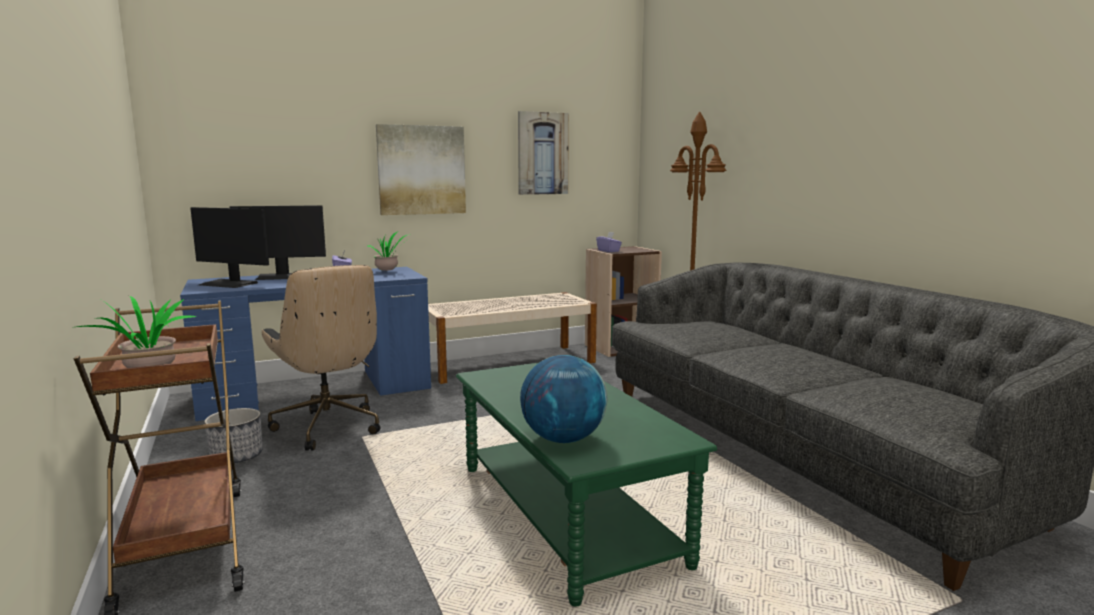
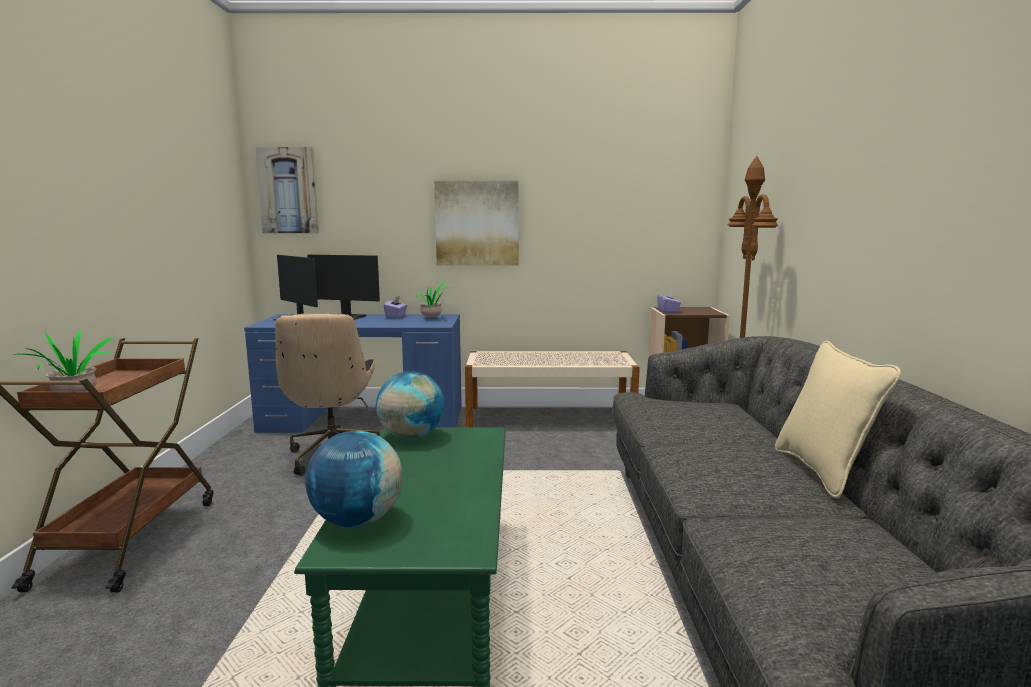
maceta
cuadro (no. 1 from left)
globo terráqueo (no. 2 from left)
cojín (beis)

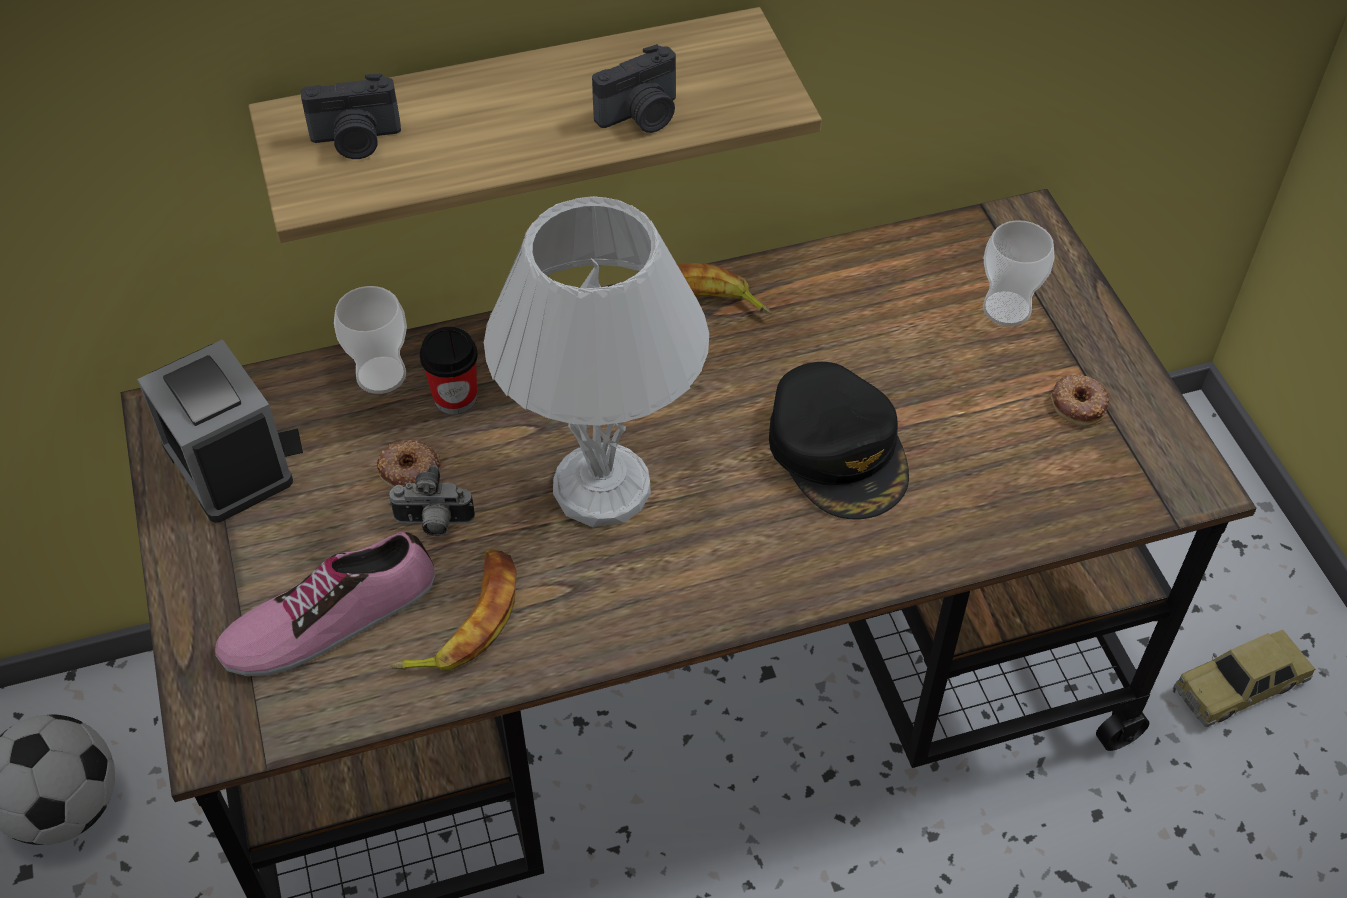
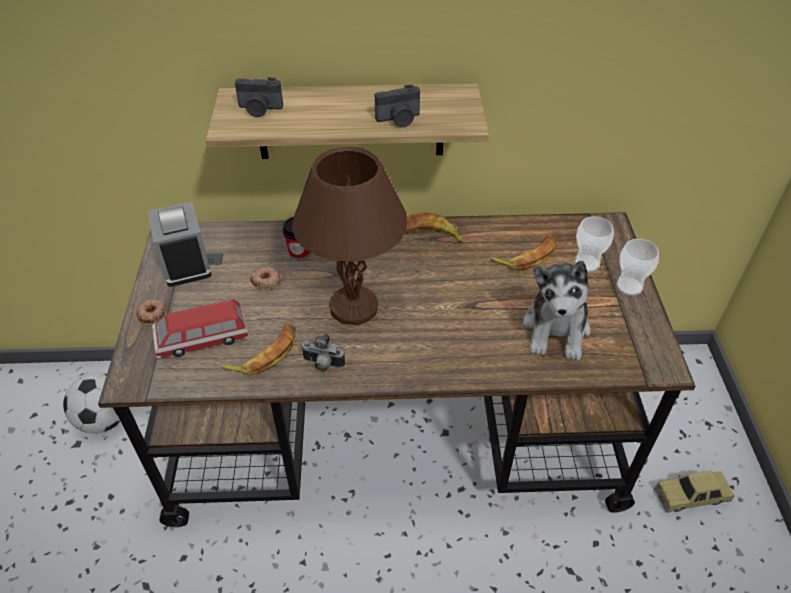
coche de juguete (no. 1 from left)
taza (no. 3 from left)
cámara (no. 2 from left)
lámpara de mesa (marrón)
gorra (negro)
rosquilla (no. 1 from left)
plátano (no. 3 from left)
peluche

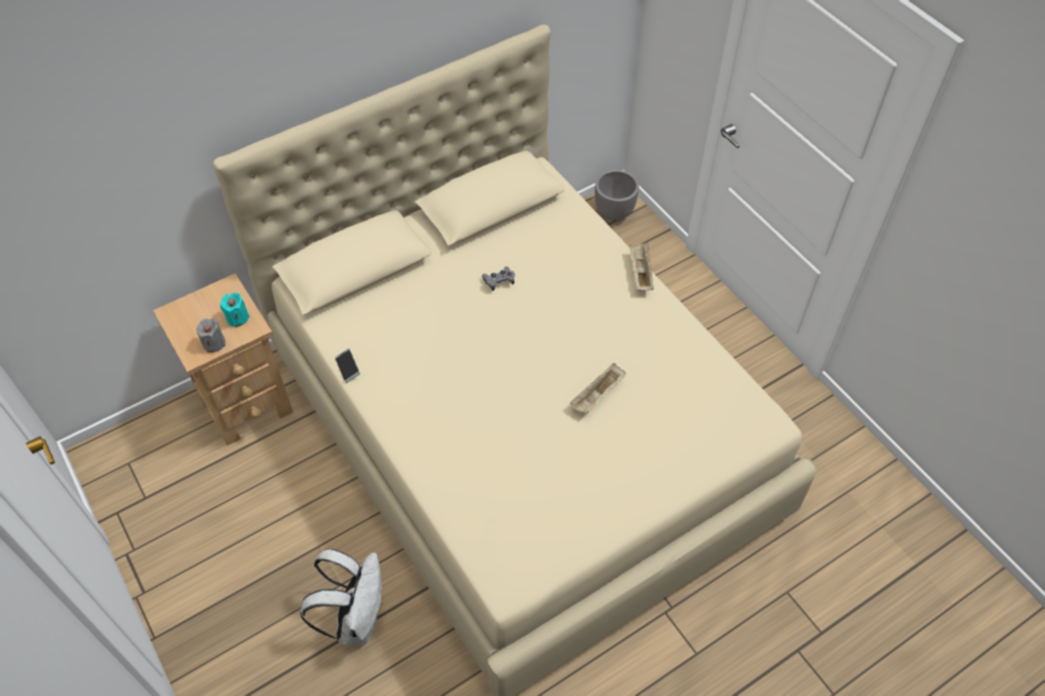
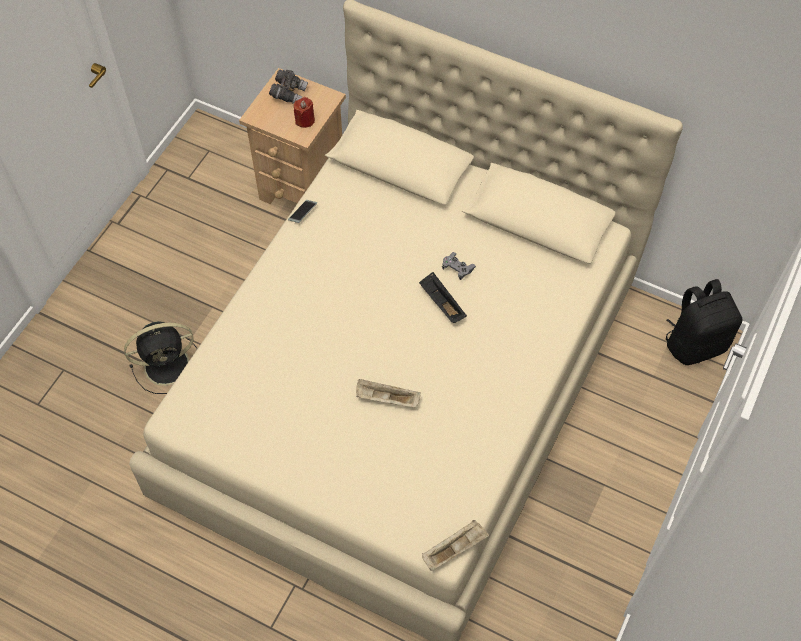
vela (gris)
vela (rojo)
ventilador (negro)
mochila (negro)
bandeja (beis) (no. 2 from left)
prismáticos (gris)
bandeja (negro)

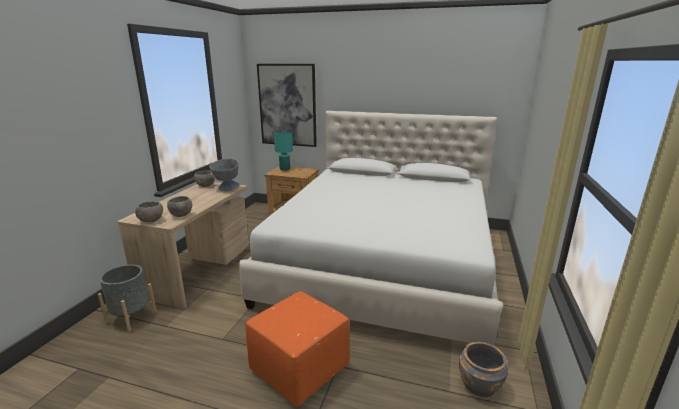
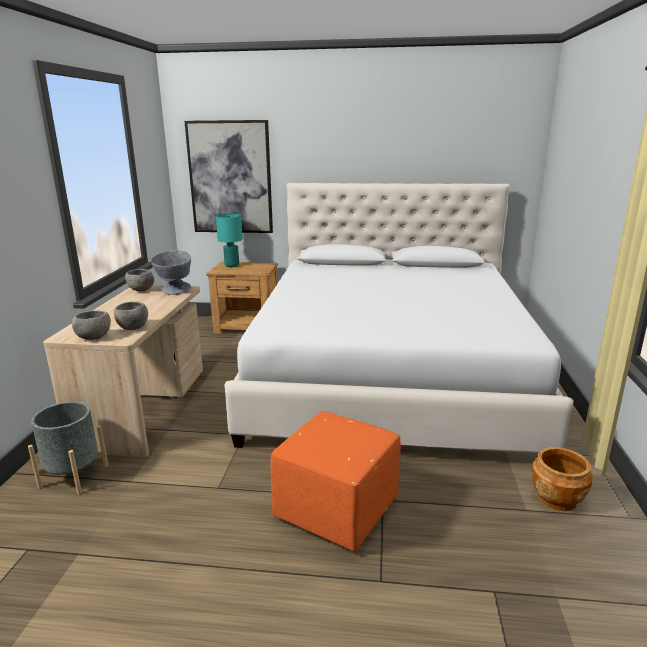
maceta (marrón)

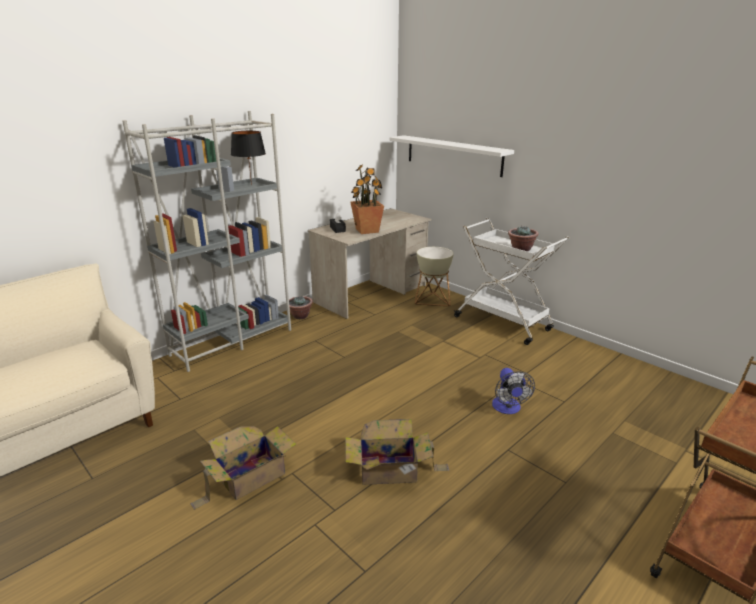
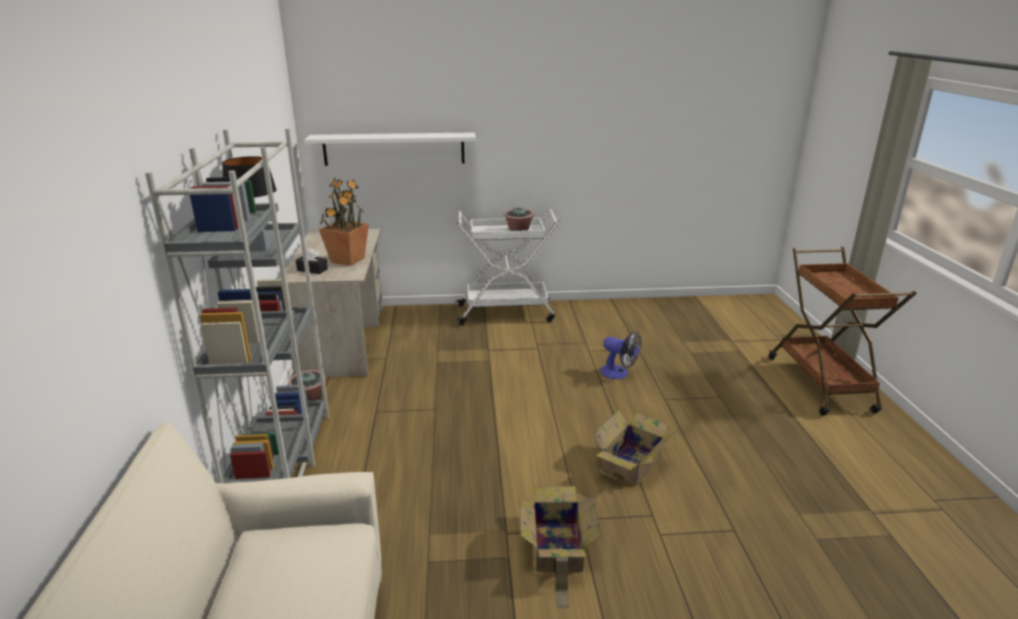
maceta

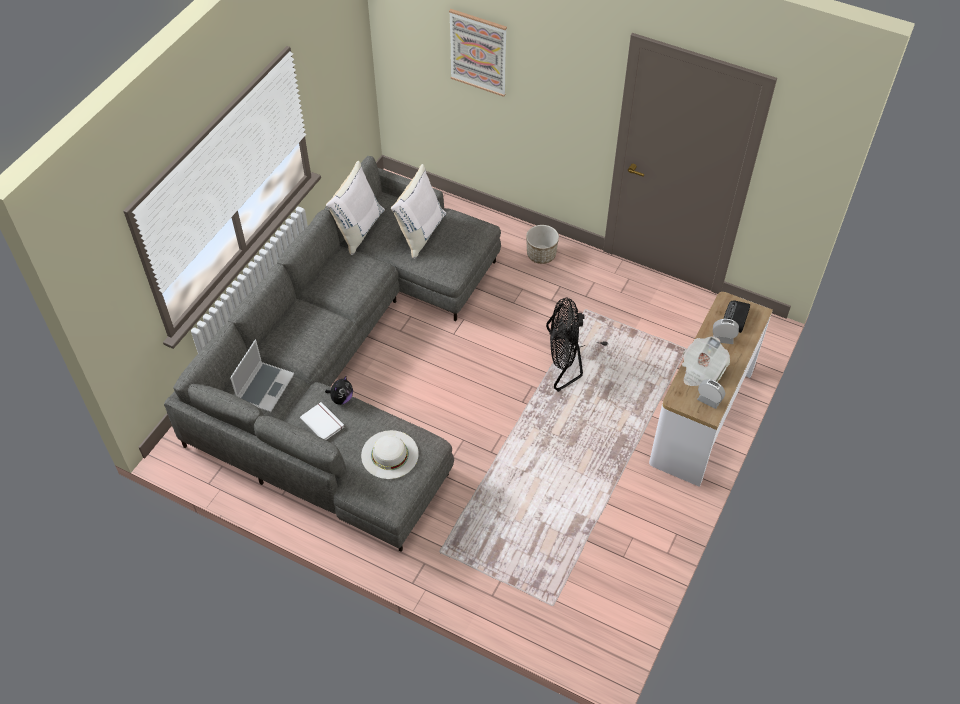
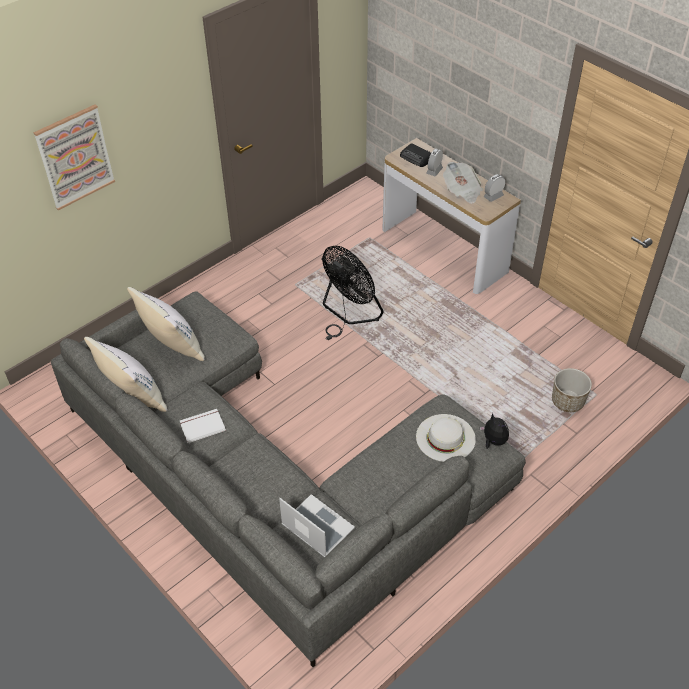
libro (blanco)
peluche
maceta
ventilador (negro)

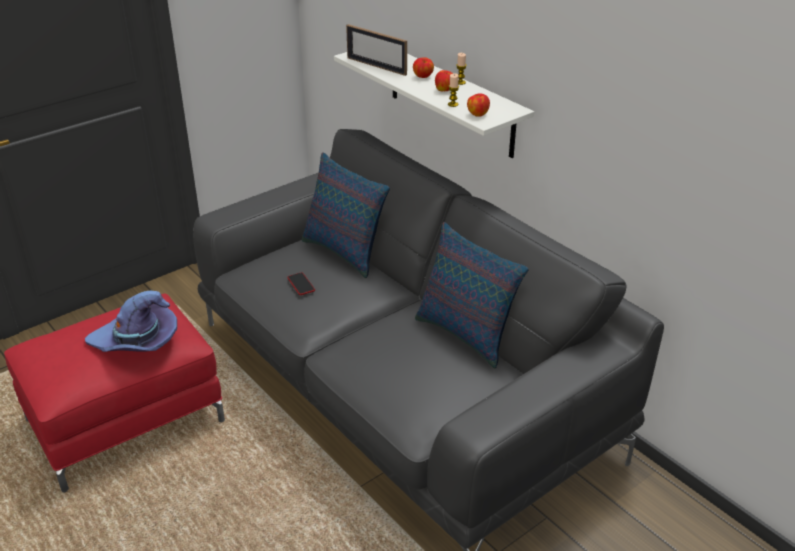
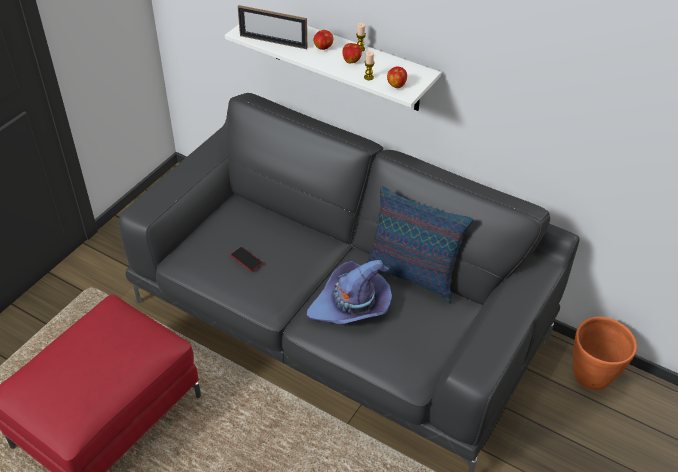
sombrero (morado)
cojín (azul) (no. 1 from left in the first image)
maceta (naranja)

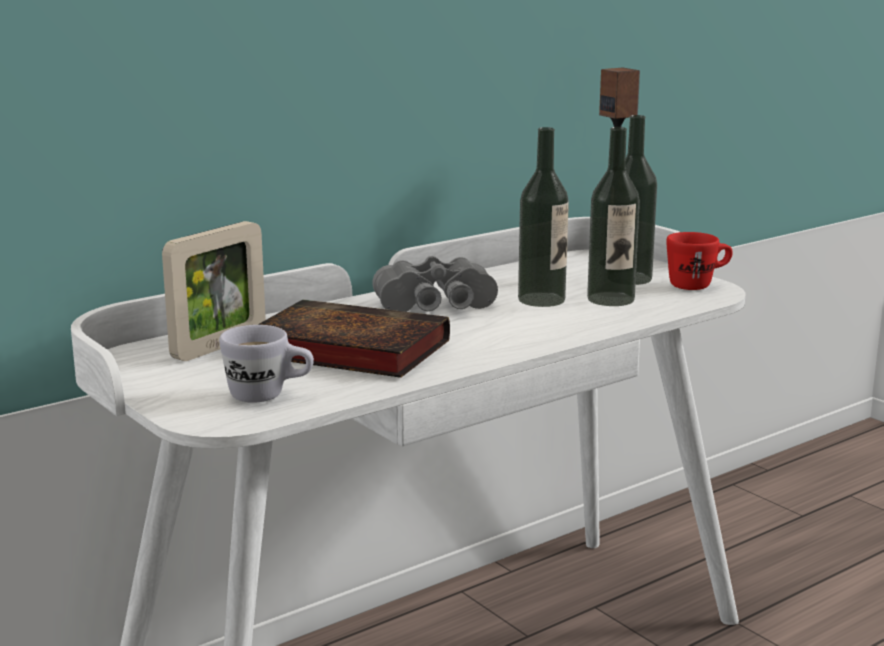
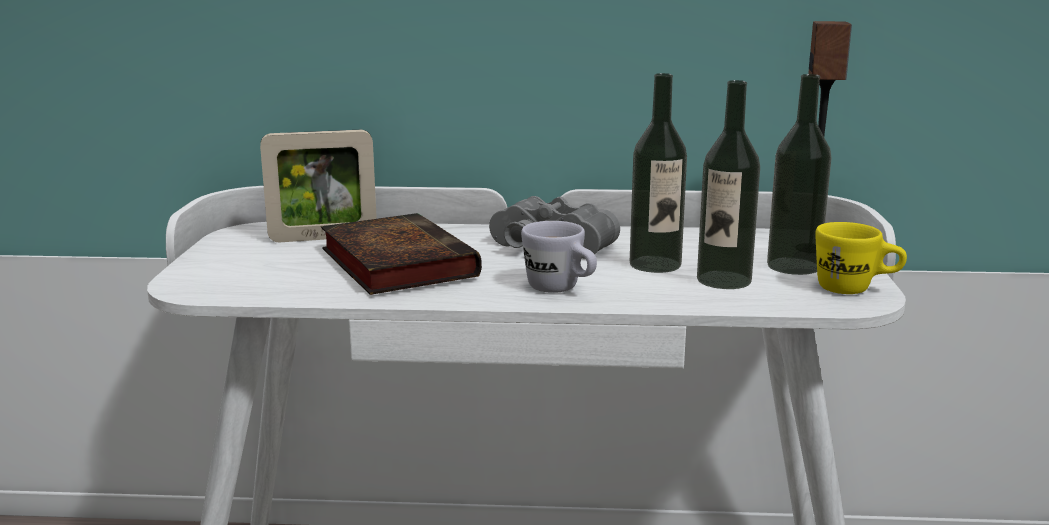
taza grande (blanco)
taza grande (amarillo)

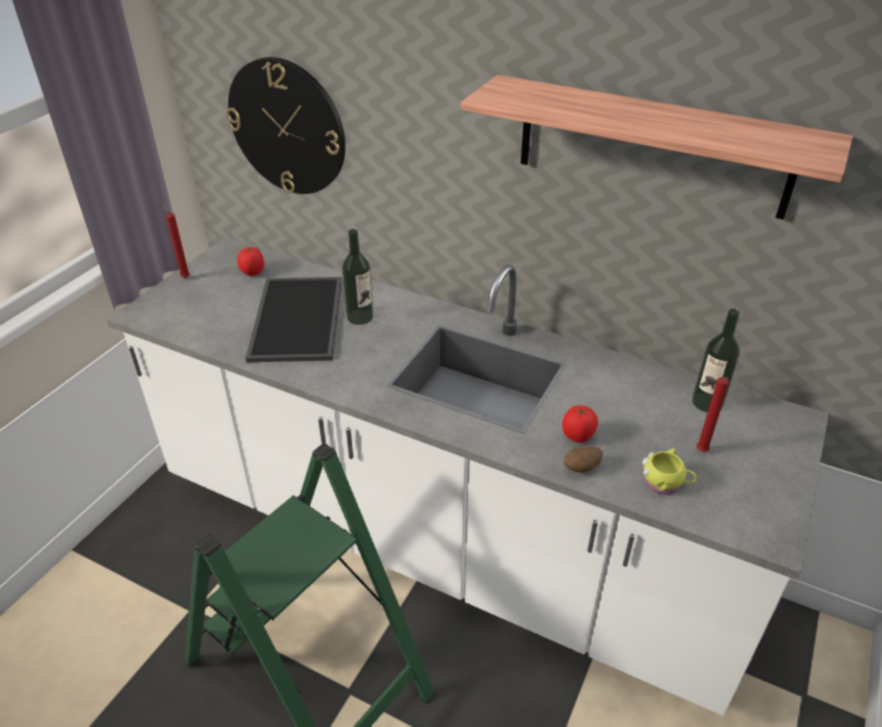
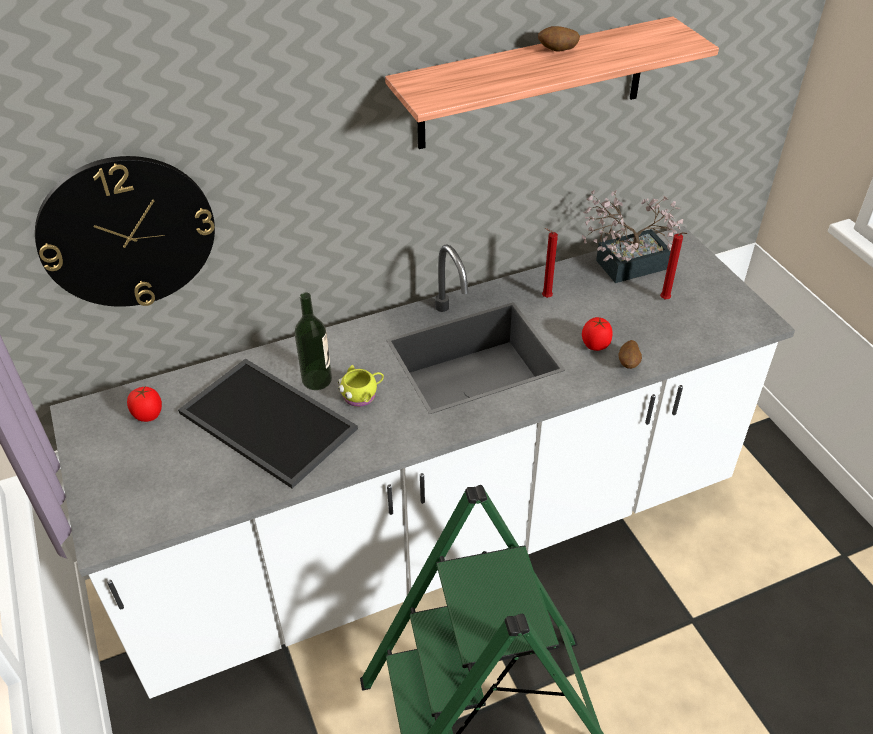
vela (rojo) (no. 1 from left)
taza grande (amarillo)
planta en maceta
patata (no. 1 from left)

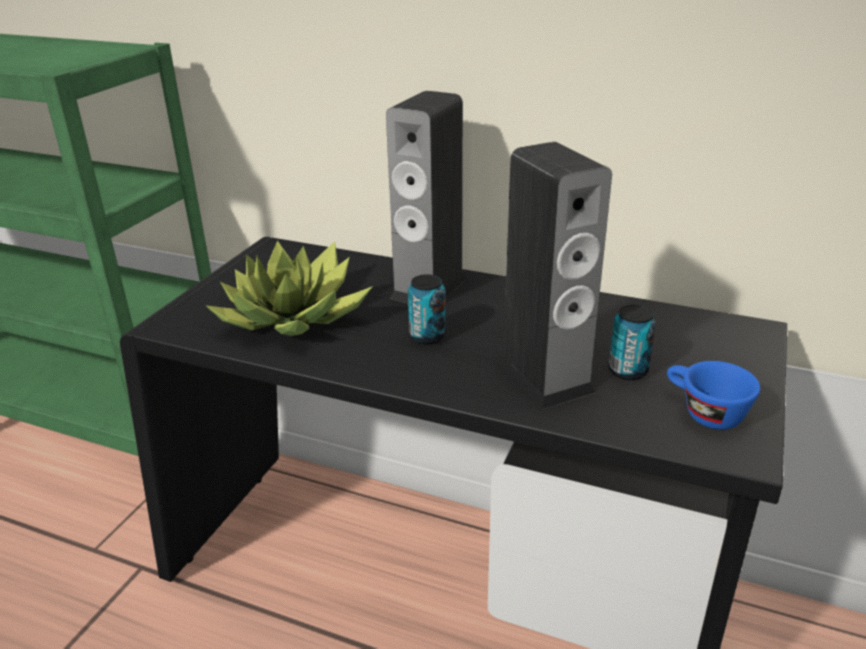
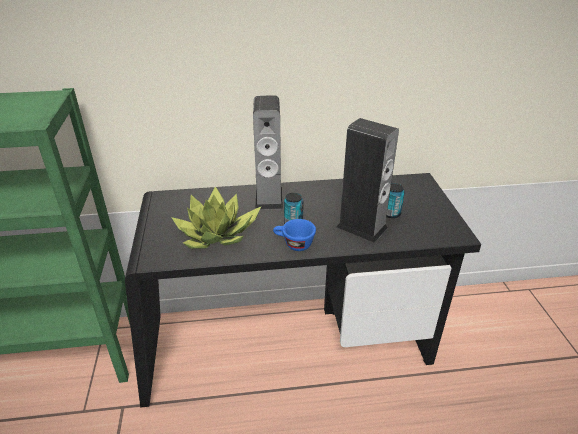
taza (azul)

